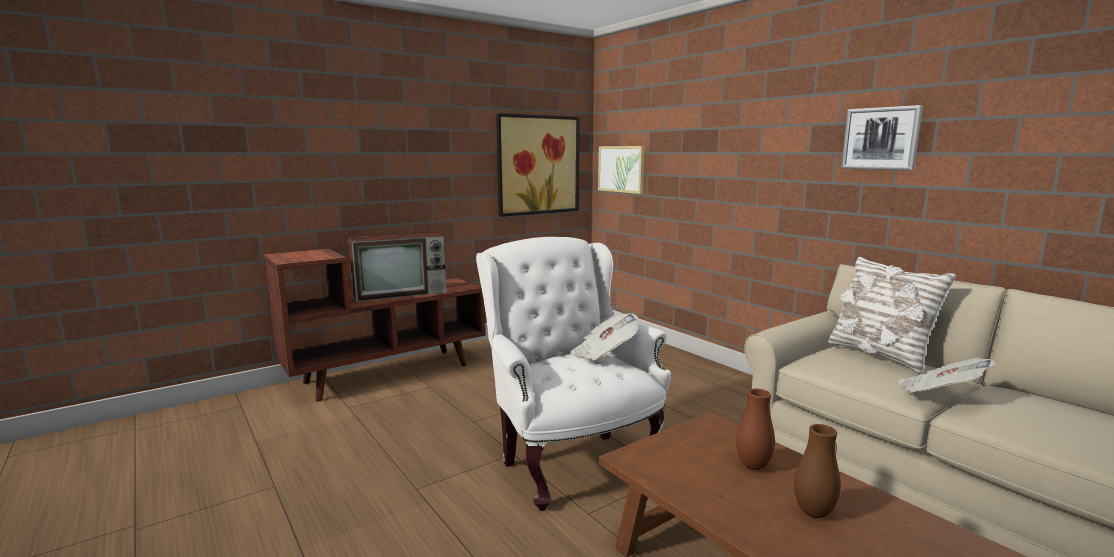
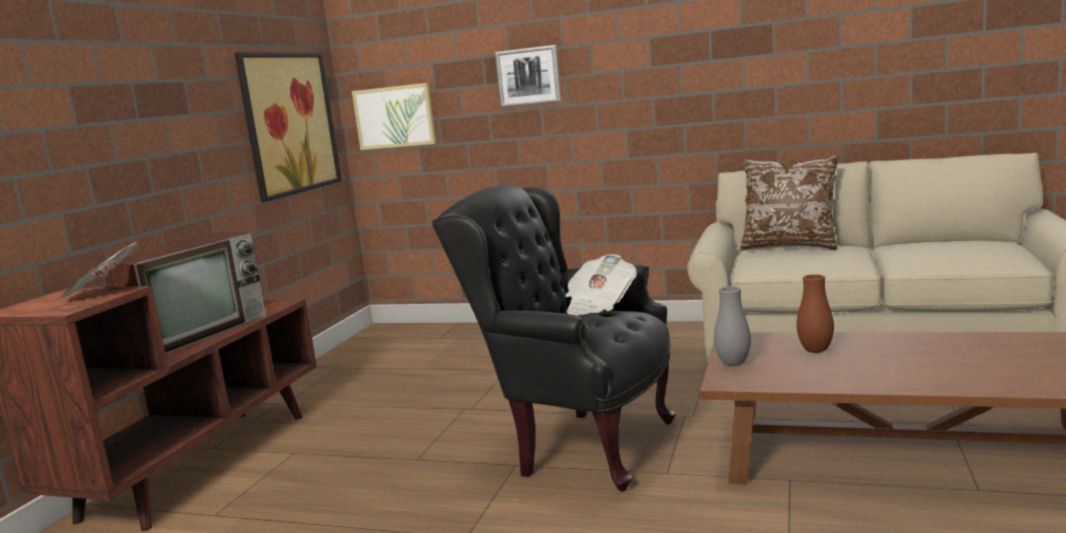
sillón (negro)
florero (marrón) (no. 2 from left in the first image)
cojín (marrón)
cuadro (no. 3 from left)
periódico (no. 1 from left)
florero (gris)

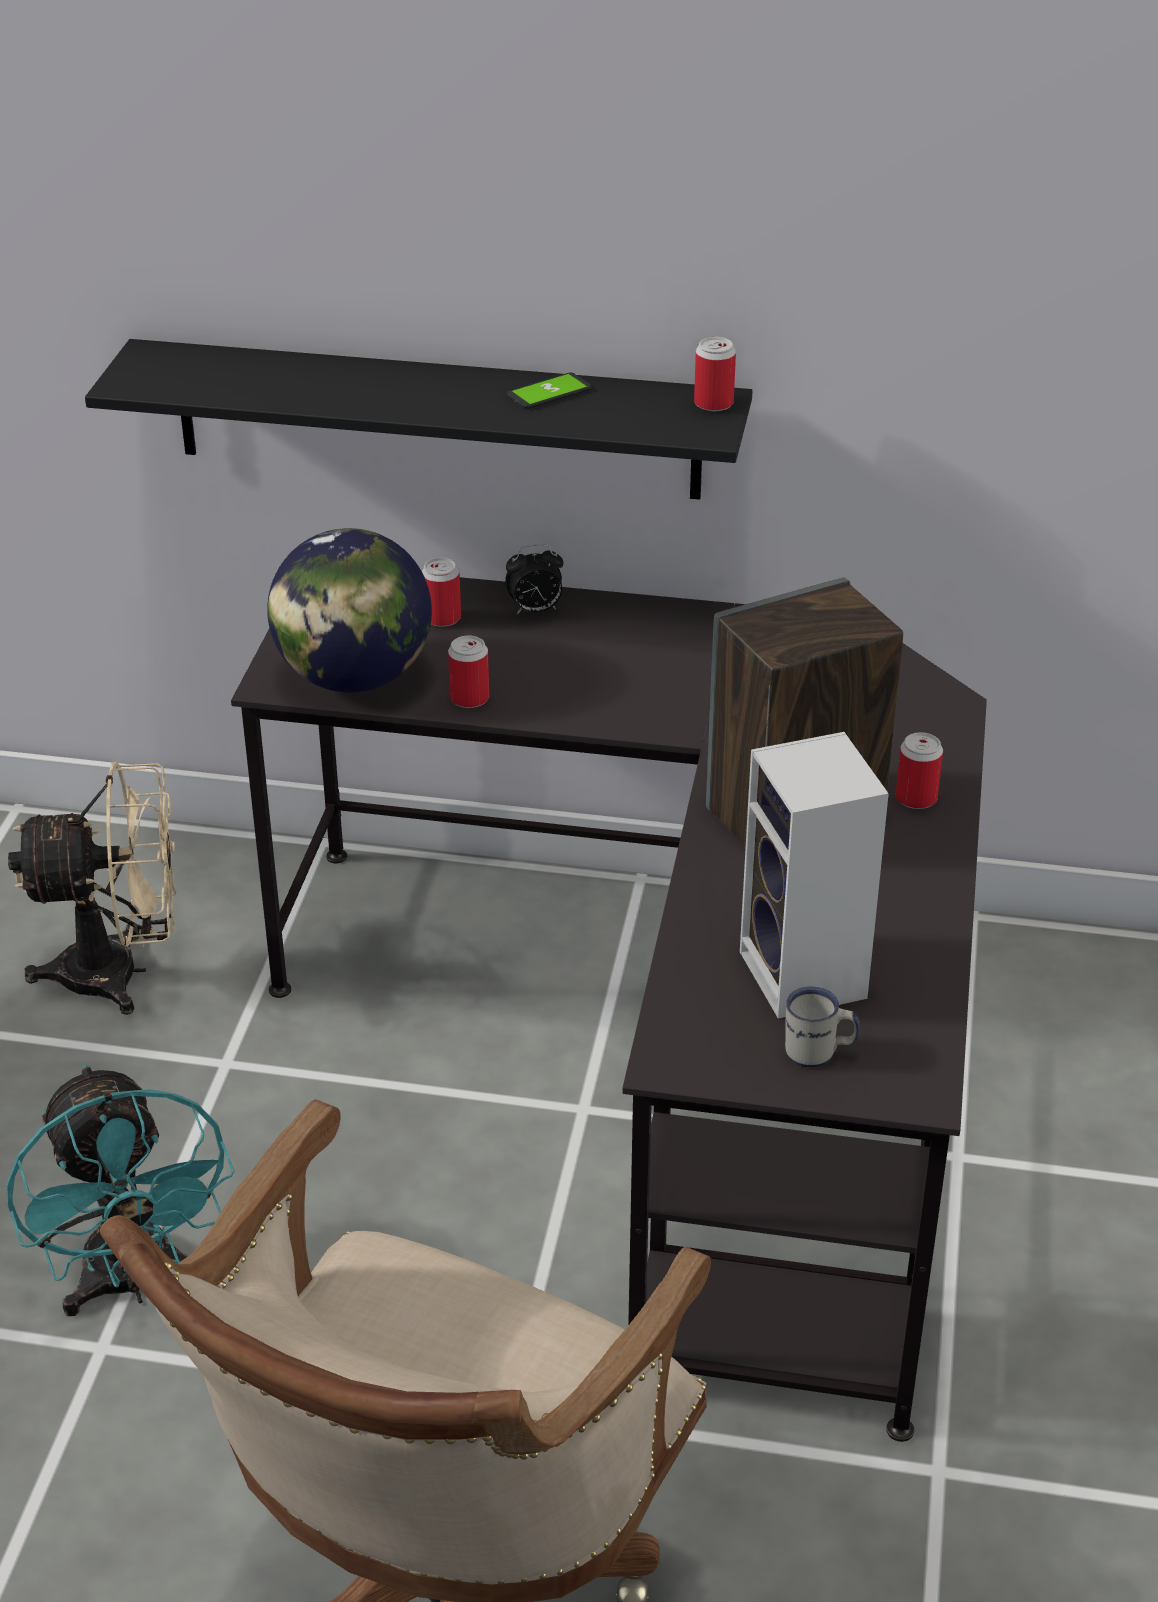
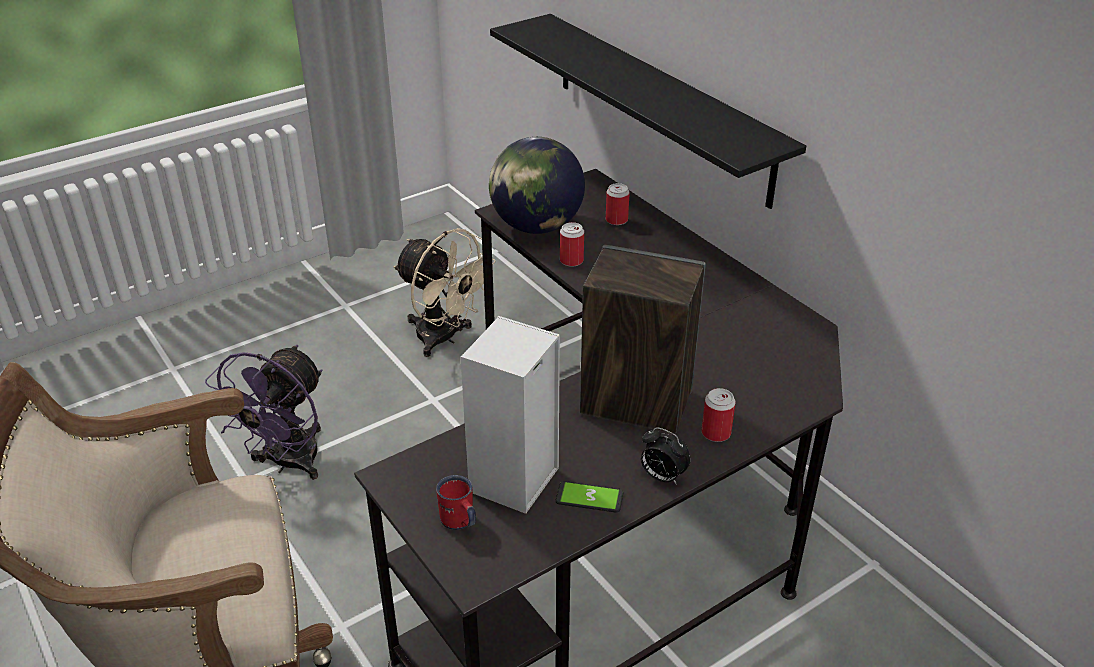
ventilador (morado)
despertador
móvil
lata (no. 3 from left in the first image)
taza grande (rojo)

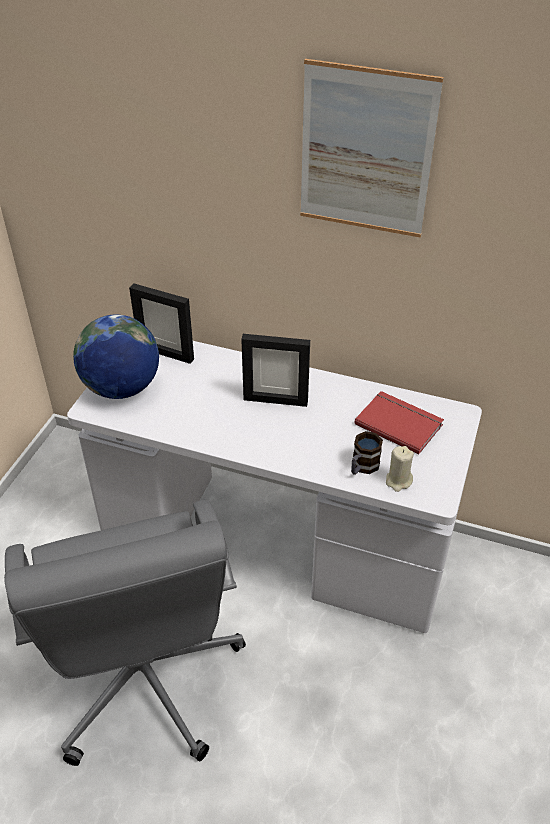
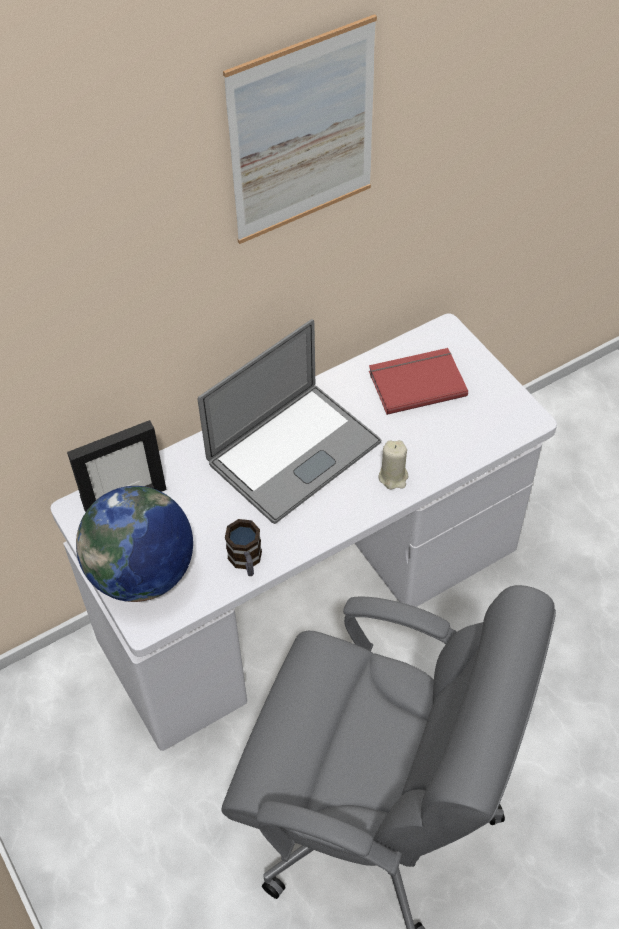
portátil
taza grande
vela (beis)

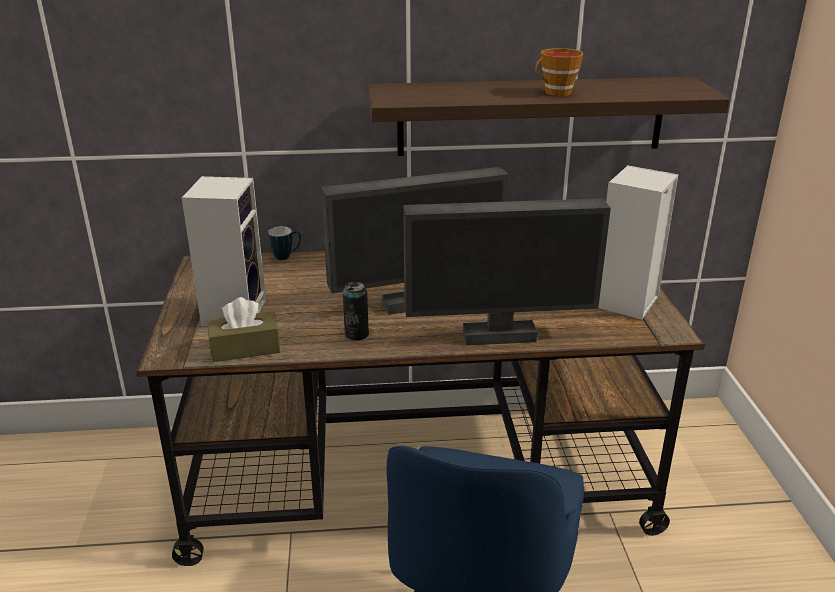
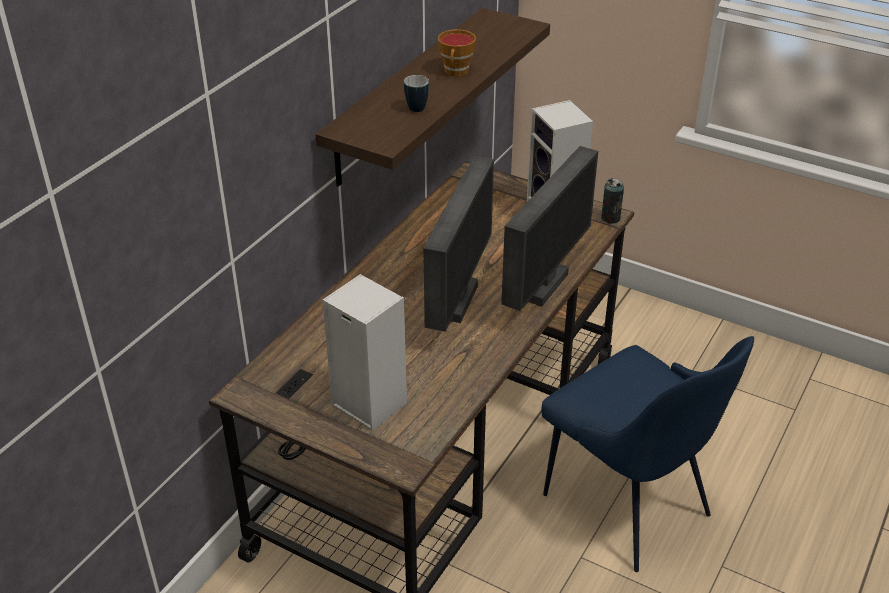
caja de pañuelos (marrón)
taza grande
lata

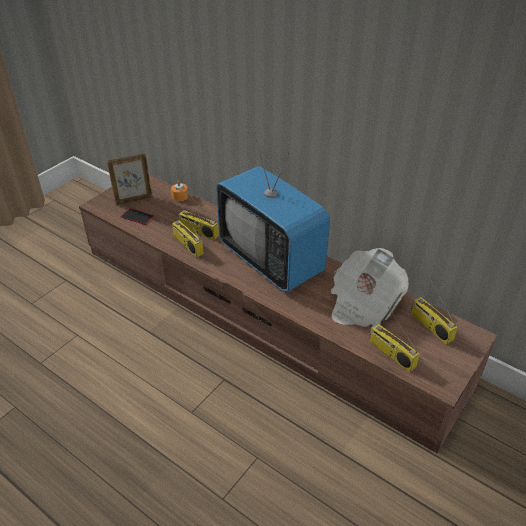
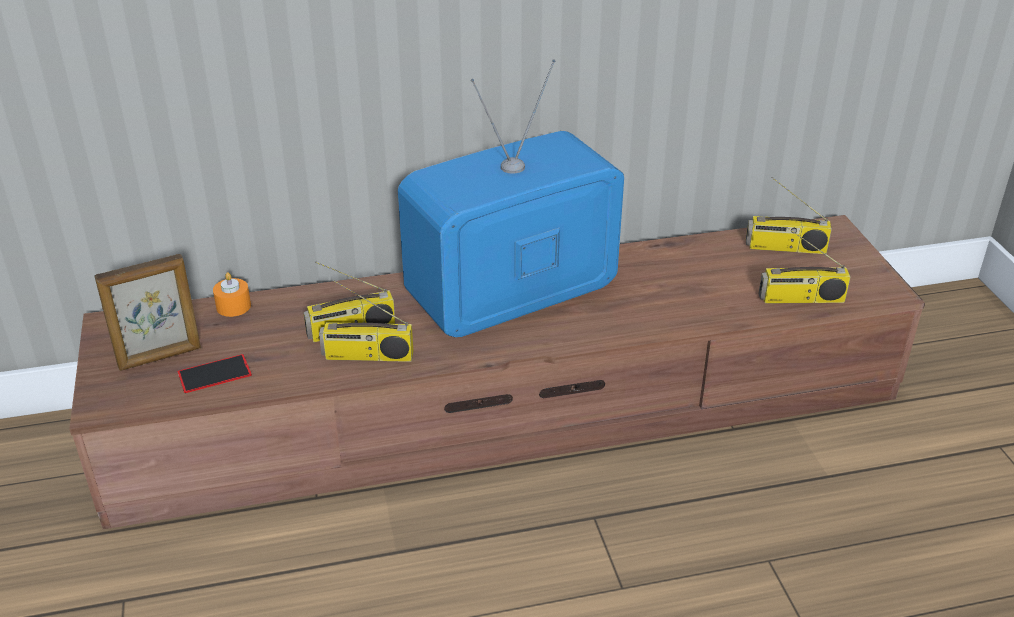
portarretratos
televisor
periódico

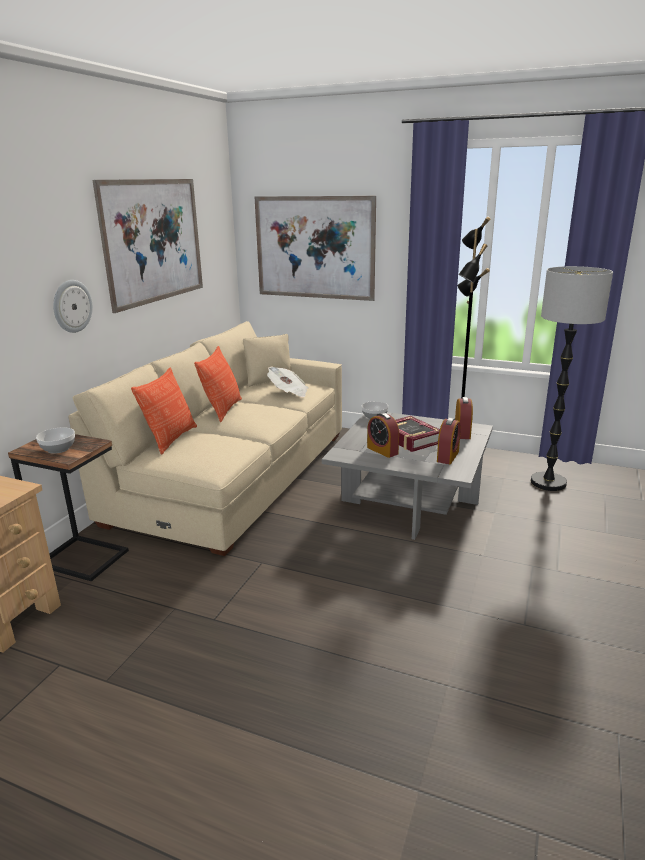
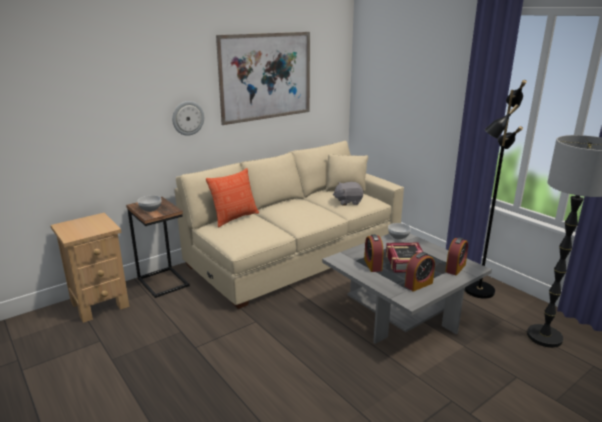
cojín (naranja) (no. 2 from left in the first image)
cuadro (no. 2 from left in the first image)
peluche (gris)

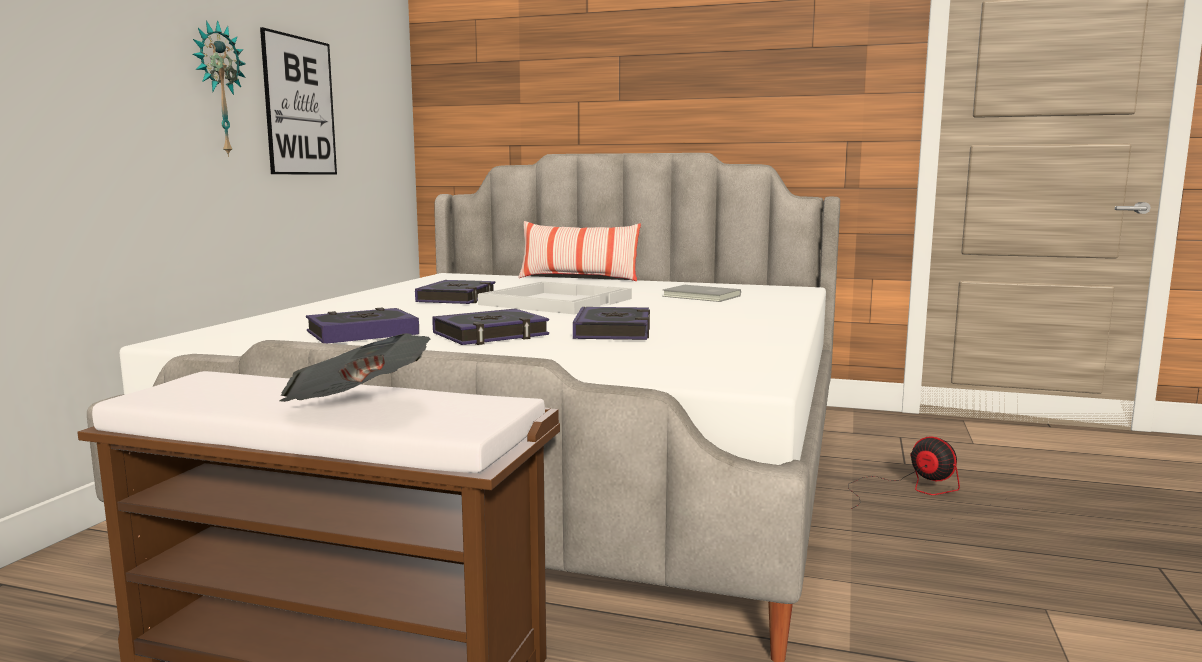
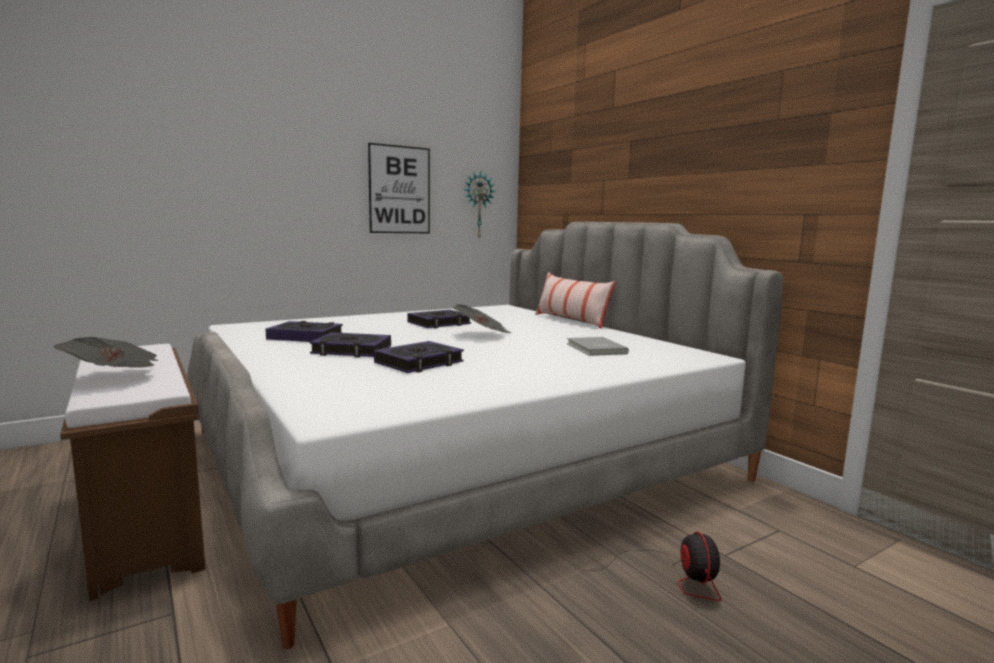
reloj de pared
periódico (no. 2 from left)

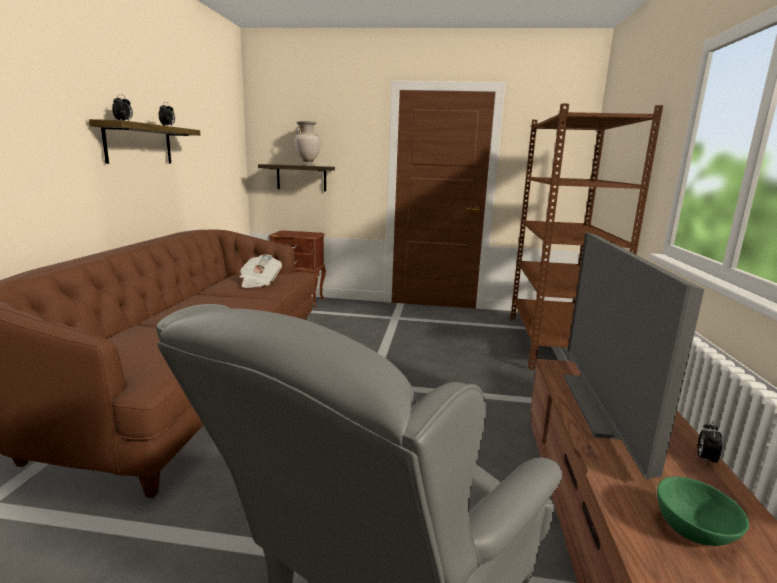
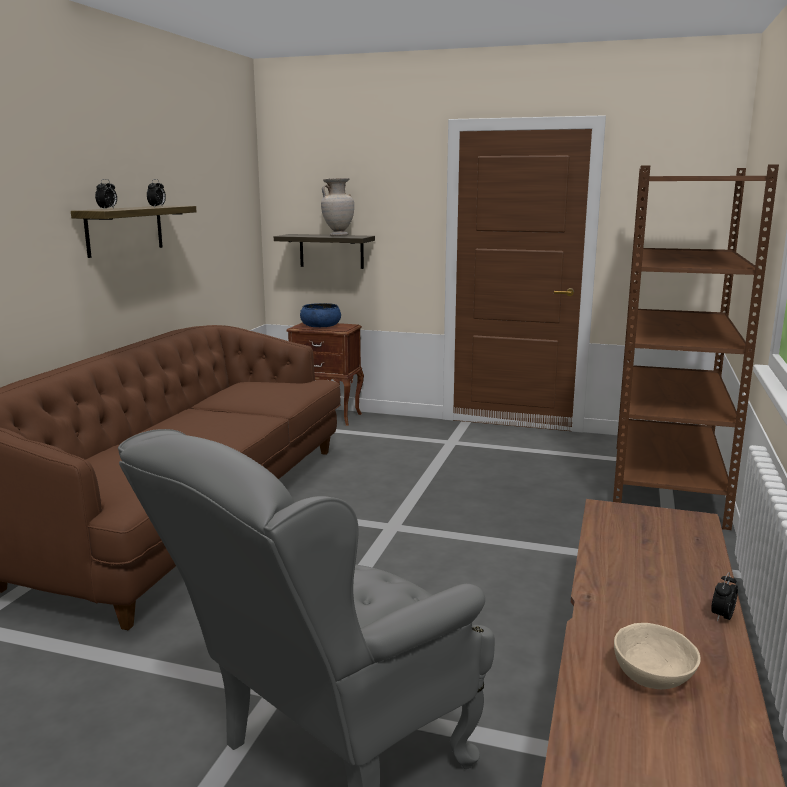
periódico
televisor
cuenco (beis)
cuenco (azul)

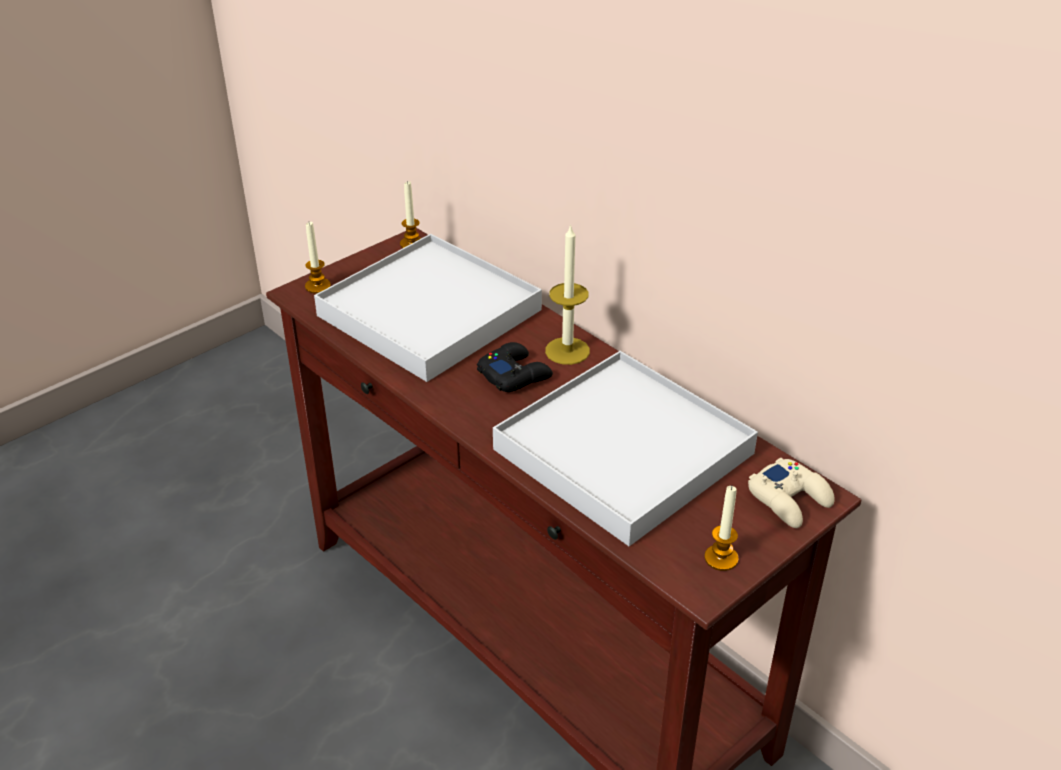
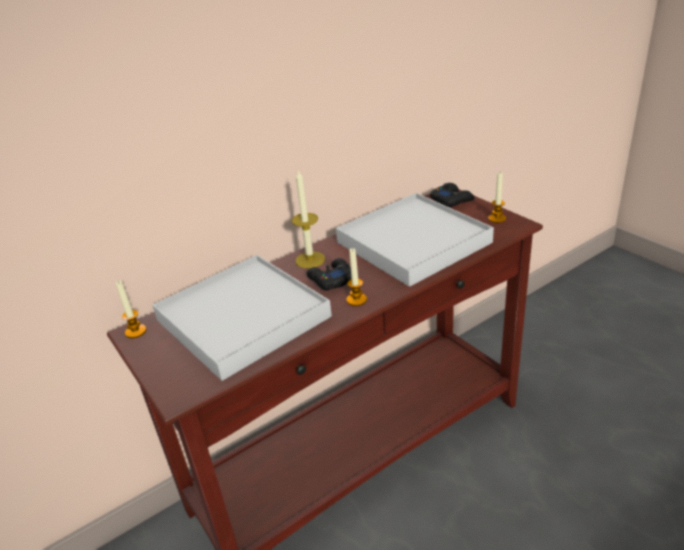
vela (no. 3 from left)
mando de consola (negro) (no. 2 from left)

